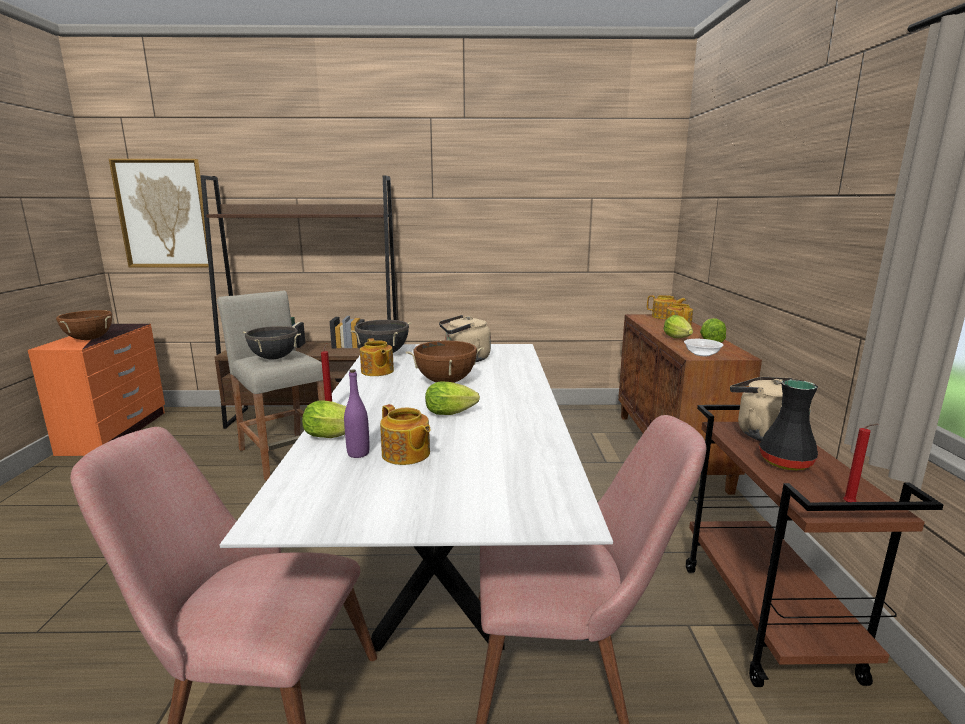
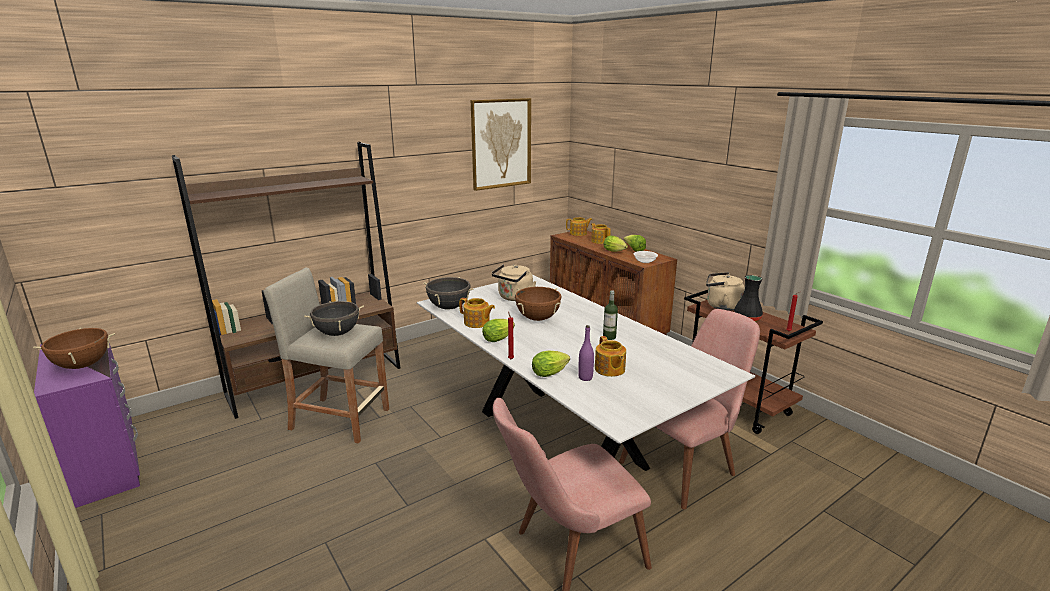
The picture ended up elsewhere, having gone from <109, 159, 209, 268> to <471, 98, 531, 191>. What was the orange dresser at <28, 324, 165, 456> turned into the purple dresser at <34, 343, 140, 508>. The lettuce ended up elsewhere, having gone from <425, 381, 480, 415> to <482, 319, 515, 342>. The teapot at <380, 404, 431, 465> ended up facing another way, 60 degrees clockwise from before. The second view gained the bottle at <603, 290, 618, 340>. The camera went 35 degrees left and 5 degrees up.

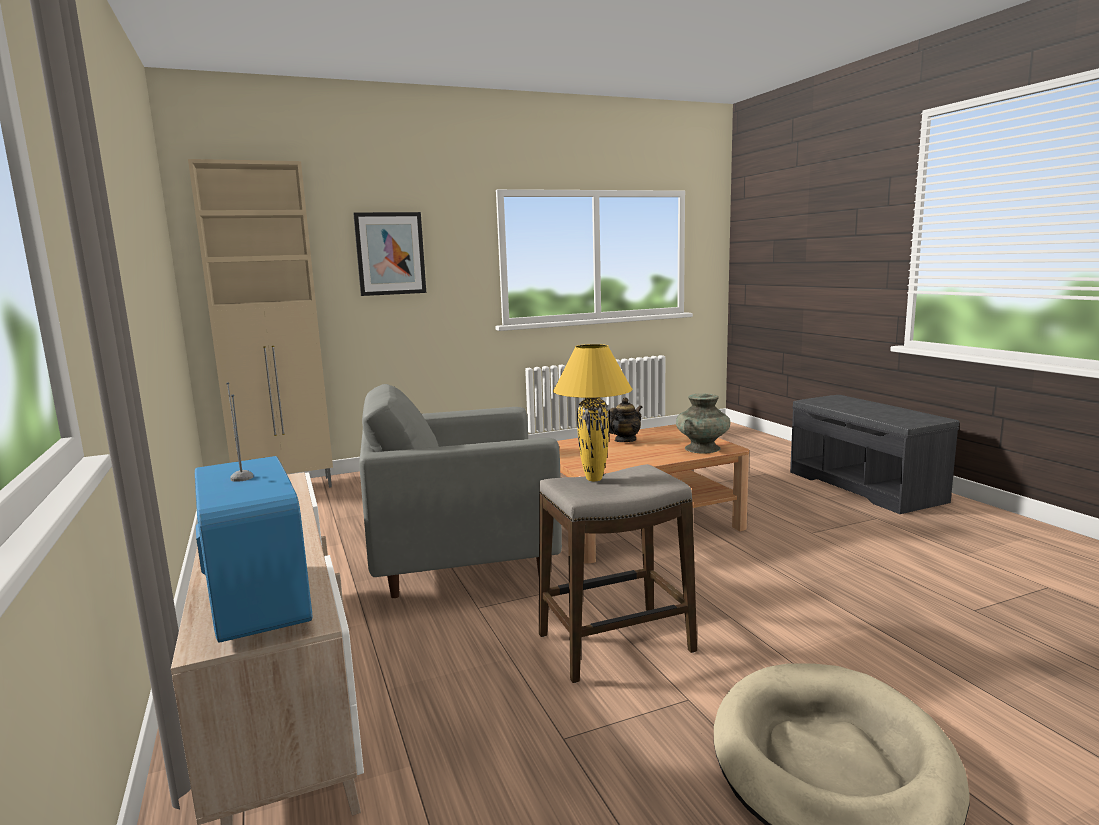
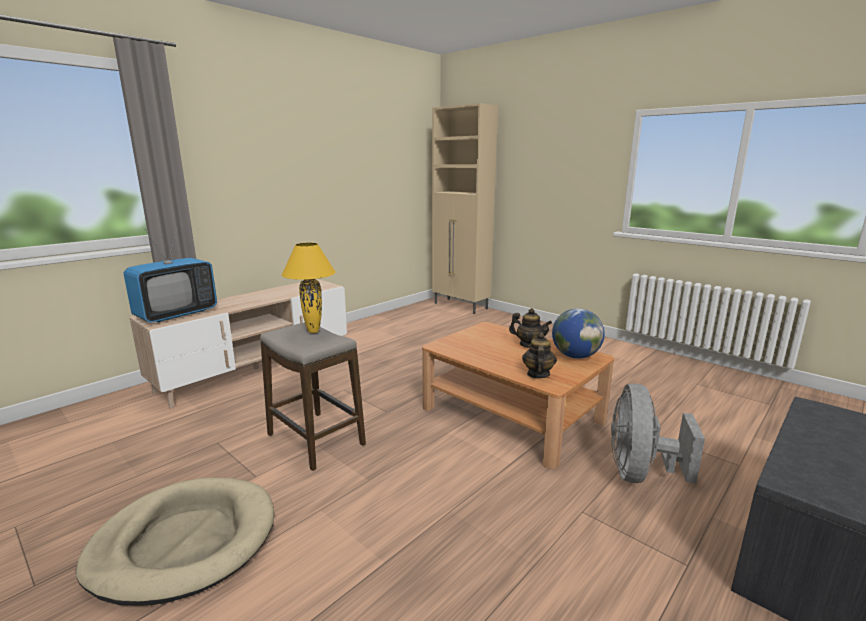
The second view lost the picture at <353, 212, 426, 296>. The second view lost the grey armchair at <359, 384, 562, 598>. Where the turquoise vase stood at <676, 393, 730, 454>, the teapot came to stand at <522, 332, 557, 379>. The second view gained the globe at <552, 308, 605, 359>. The second view gained the grey fan at <611, 384, 705, 483>. The camera went 65 degrees right and 5 degrees up.

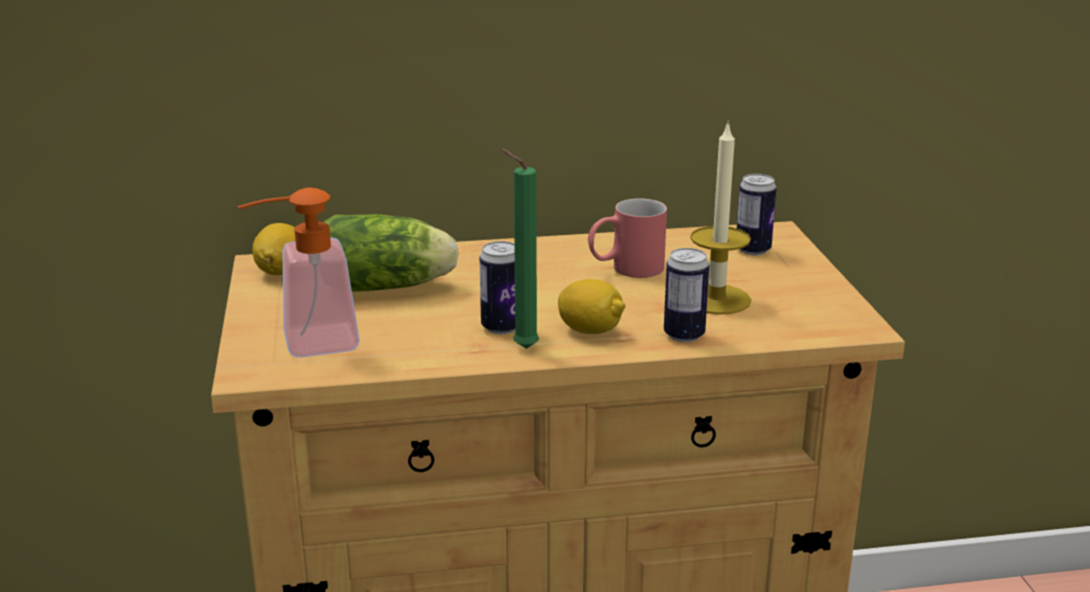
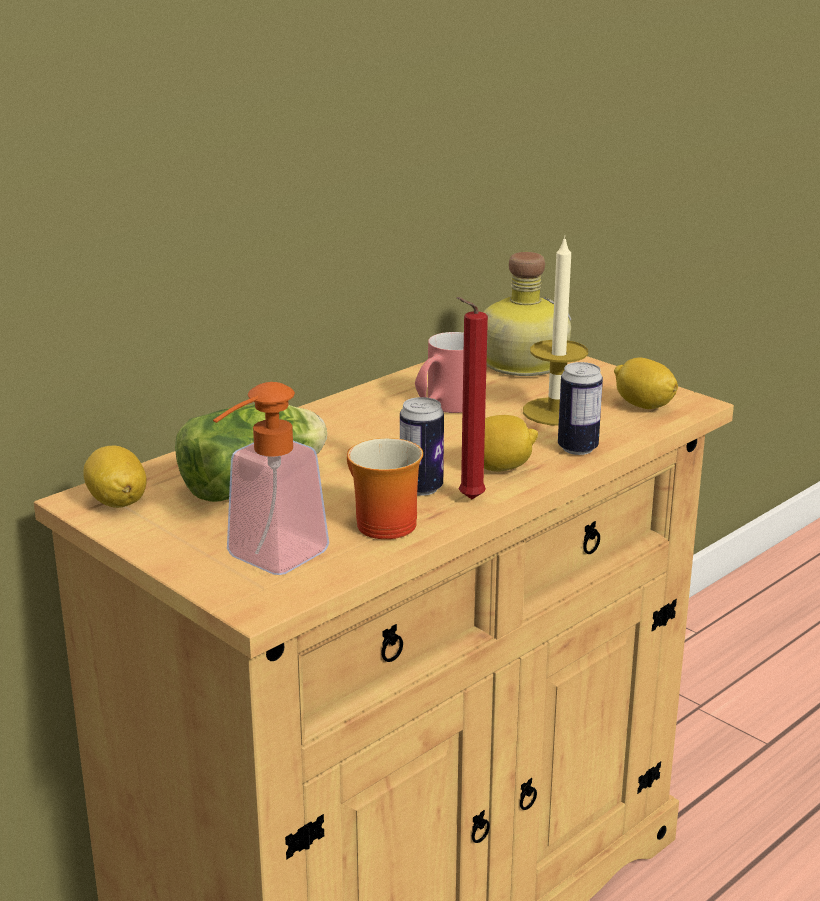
What was the green candle at <501, 149, 539, 349> turned into the red candle at <457, 297, 488, 499>. Where the can stood at <737, 174, 777, 255>, the bottle came to stand at <483, 252, 571, 376>. The second view gained the lemon at <614, 357, 678, 409>. The second view gained the mug at <347, 438, 423, 539>. The camera went 35 degrees left and 0 degrees up.

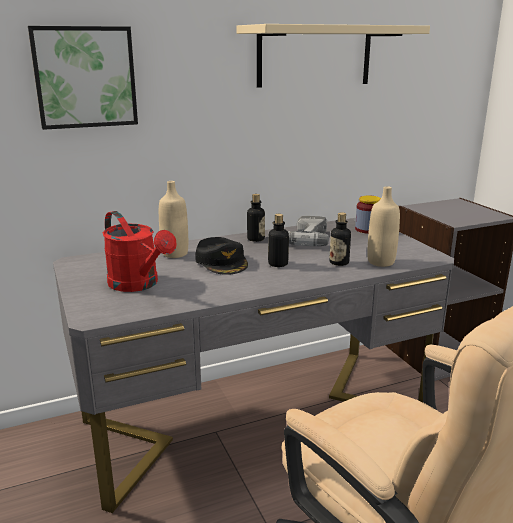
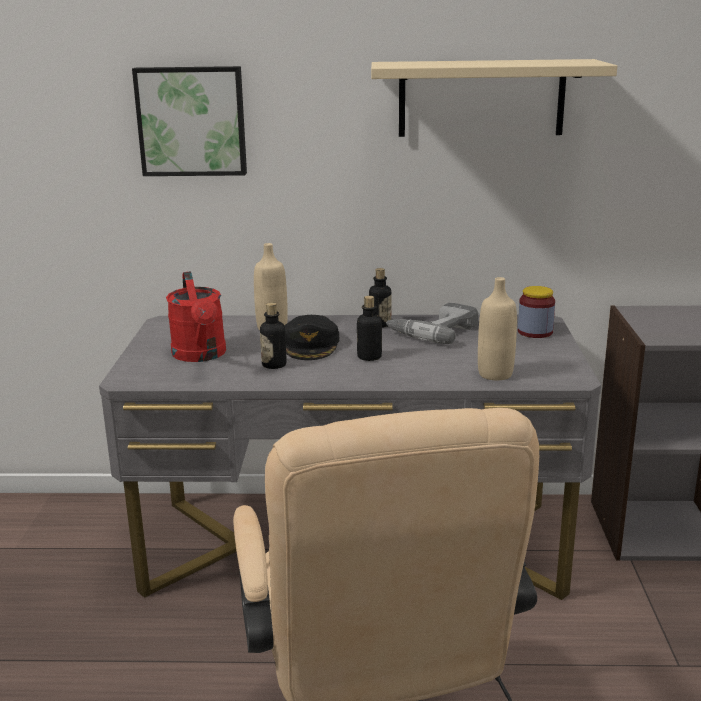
The bottle ended up elsewhere, having gone from <329, 212, 351, 266> to <260, 303, 287, 369>. The camera went 25 degrees right and 0 degrees up.

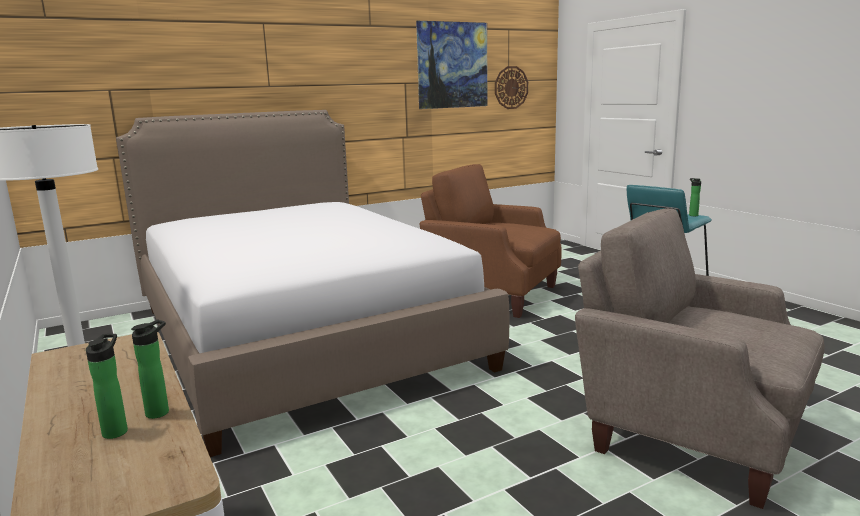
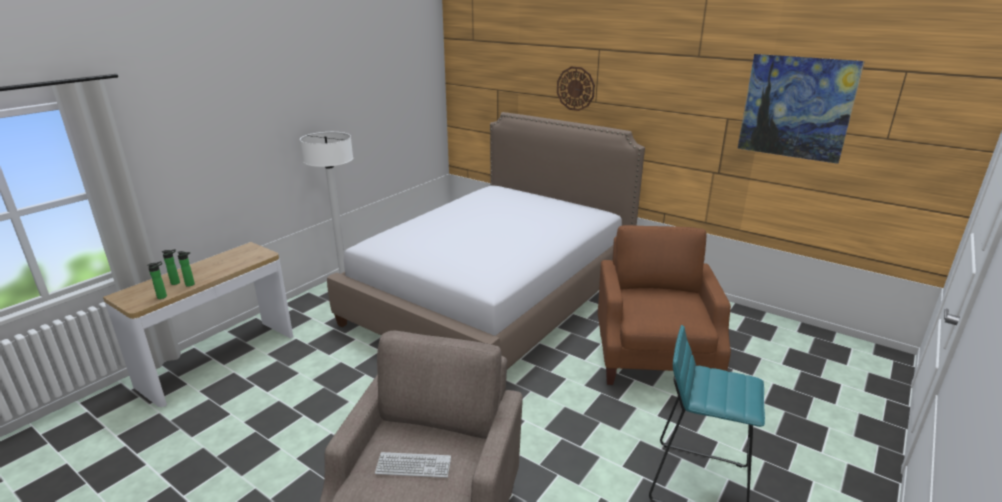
The wall clock ended up elsewhere, having gone from <495, 66, 528, 109> to <557, 66, 595, 111>. The bottle ended up elsewhere, having gone from <689, 178, 701, 216> to <148, 261, 167, 299>. The second view gained the keyboard at <375, 452, 451, 478>. The camera went 65 degrees right and 10 degrees up.

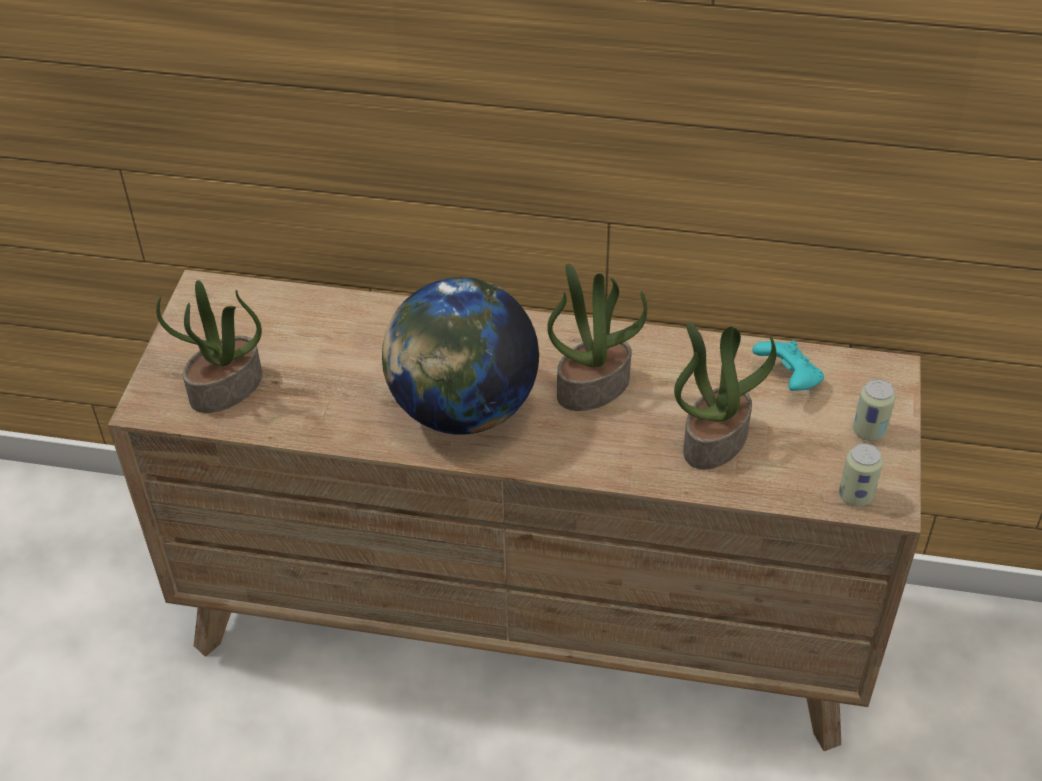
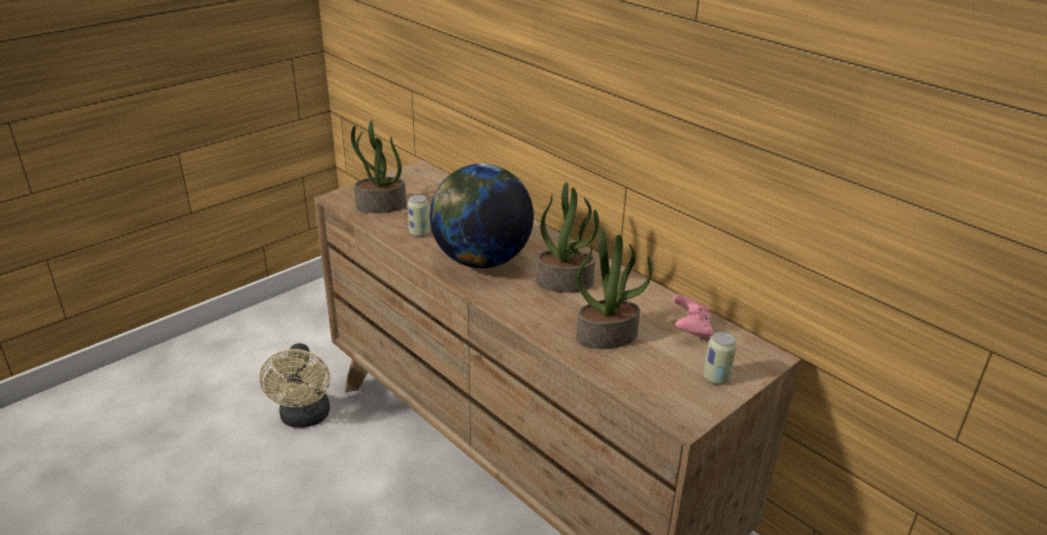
What was the turquoise game controller at <752, 340, 824, 391> turned into the pink game controller at <673, 294, 713, 341>. The can ended up elsewhere, having gone from <839, 443, 883, 507> to <407, 195, 430, 237>. The second view gained the beige fan at <259, 343, 330, 428>. The camera went 35 degrees right and 15 degrees down.

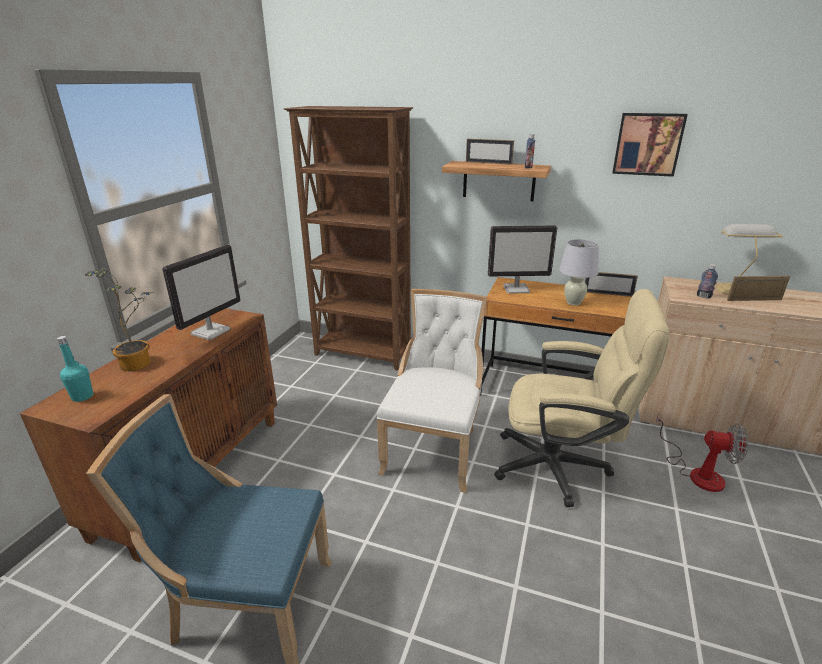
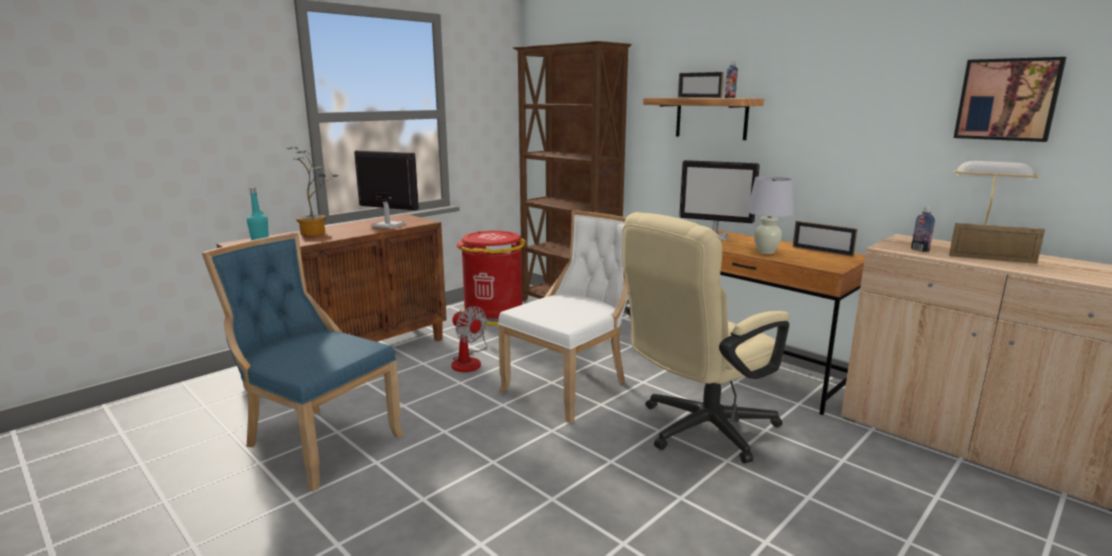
The picture ended up elsewhere, having gone from <612, 113, 688, 177> to <954, 57, 1067, 142>. The monitor at <162, 245, 241, 340> ended up facing another way, 120 degrees counterclockwise from before. The beige office chair at <494, 289, 669, 507> ended up facing another way, 105 degrees clockwise from before. The fan ended up elsewhere, having gone from <656, 413, 749, 492> to <451, 306, 488, 372>. The second view gained the red trash can at <456, 231, 526, 325>. The camera went 25 degrees right and 10 degrees down.

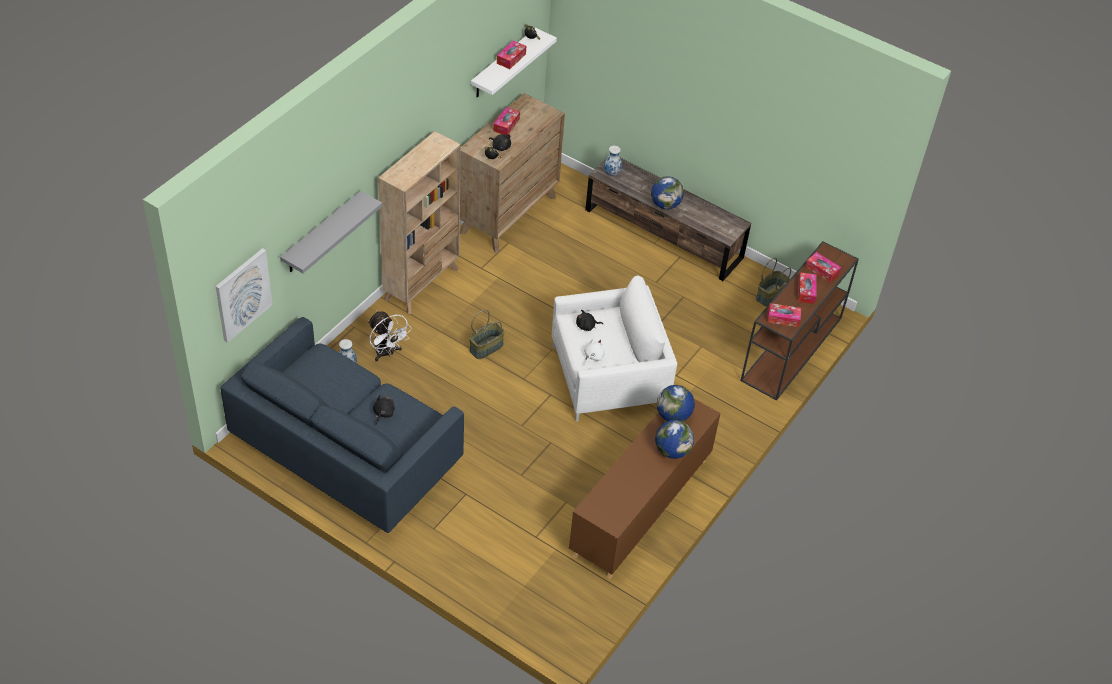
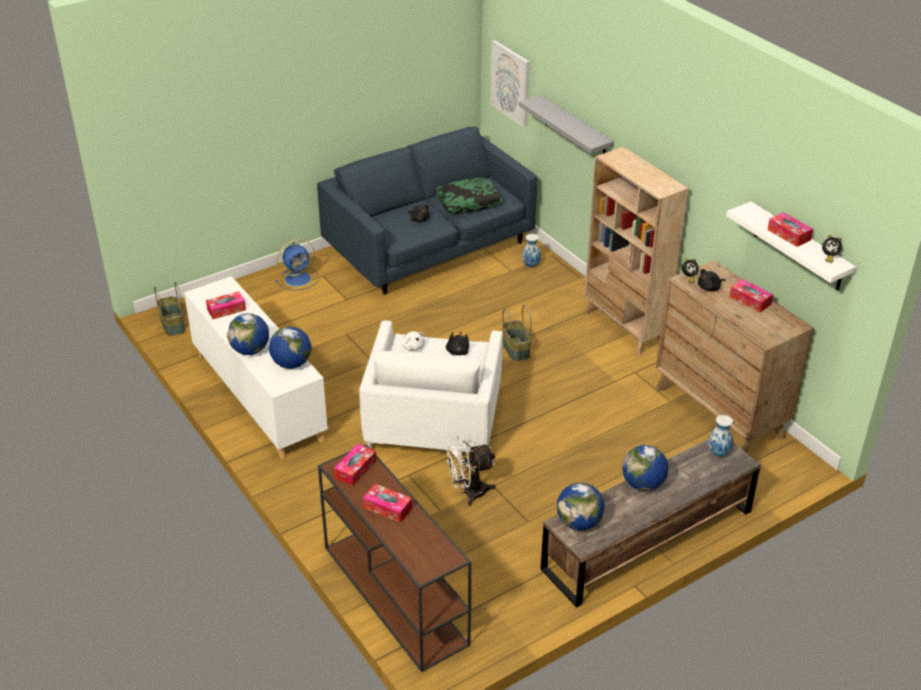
The tissue box ended up elsewhere, having gone from <805, 252, 841, 283> to <206, 291, 246, 319>. The basket ended up elsewhere, having gone from <756, 258, 791, 307> to <154, 282, 185, 336>. The white fan ended up elsewhere, having gone from <368, 311, 412, 362> to <445, 434, 496, 506>. What was the brown cabinet at <569, 399, 721, 579> turned into the white cabinet at <184, 276, 328, 459>. The second view gained the pillow at <434, 178, 503, 214>. The second view gained the blue fan at <275, 239, 319, 291>. The second view gained the globe at <557, 482, 605, 530>. The camera went 115 degrees right and 10 degrees down.

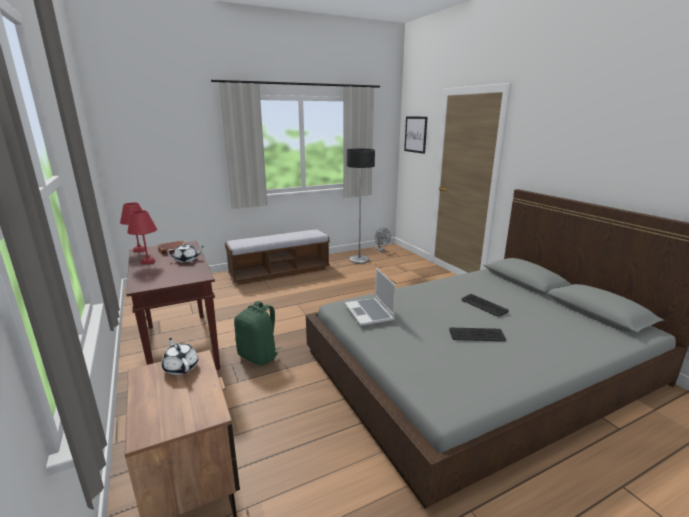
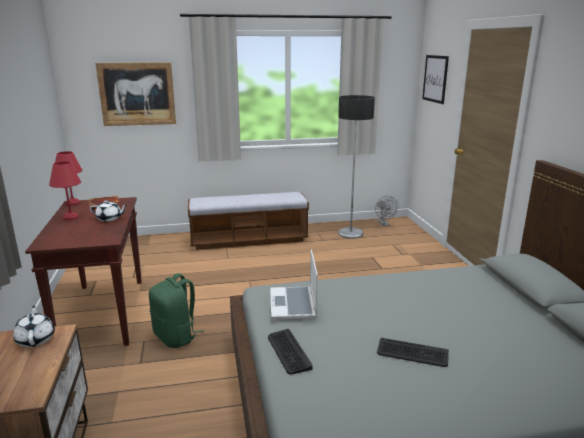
The keyboard ended up elsewhere, having gone from <461, 294, 508, 317> to <268, 329, 313, 375>. The second view gained the picture at <96, 62, 176, 126>. The camera went 15 degrees right and 0 degrees up.

